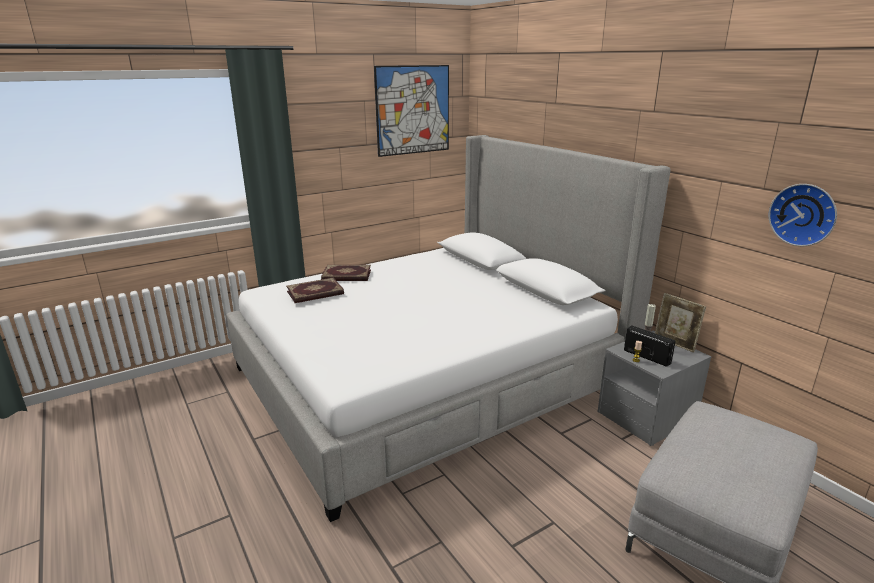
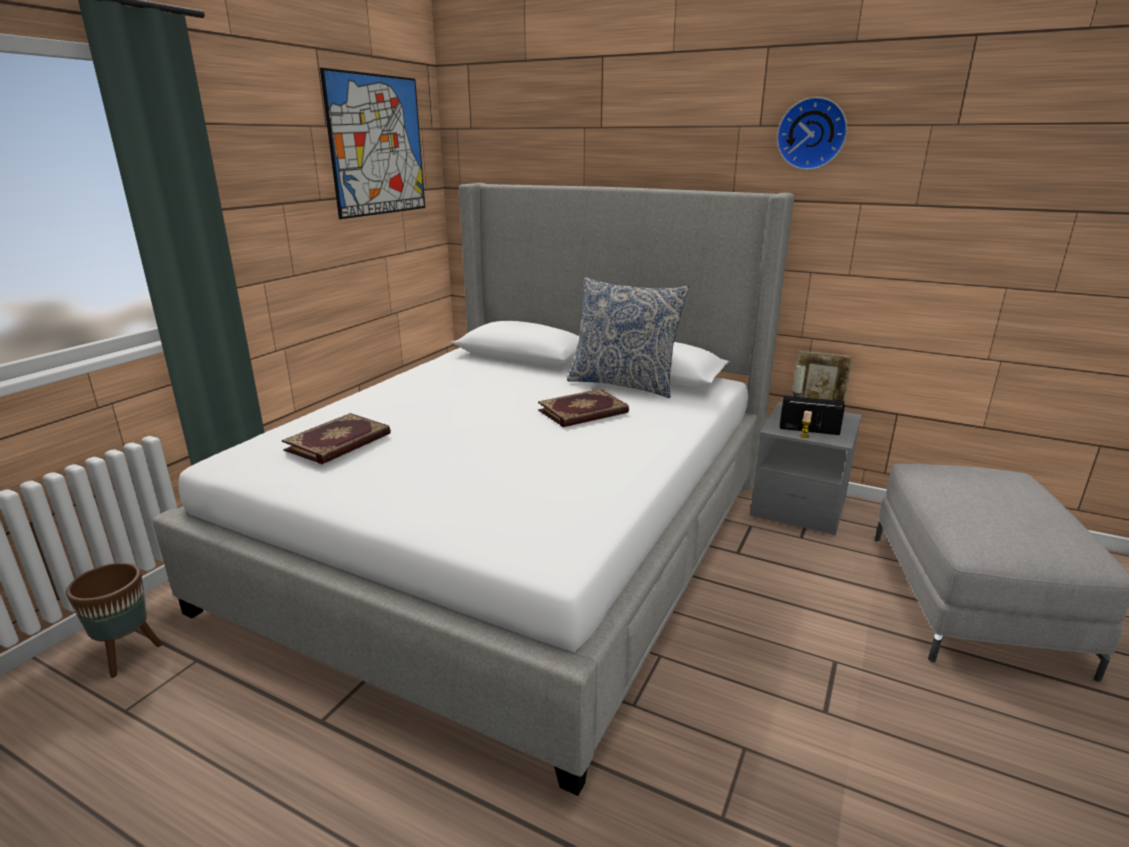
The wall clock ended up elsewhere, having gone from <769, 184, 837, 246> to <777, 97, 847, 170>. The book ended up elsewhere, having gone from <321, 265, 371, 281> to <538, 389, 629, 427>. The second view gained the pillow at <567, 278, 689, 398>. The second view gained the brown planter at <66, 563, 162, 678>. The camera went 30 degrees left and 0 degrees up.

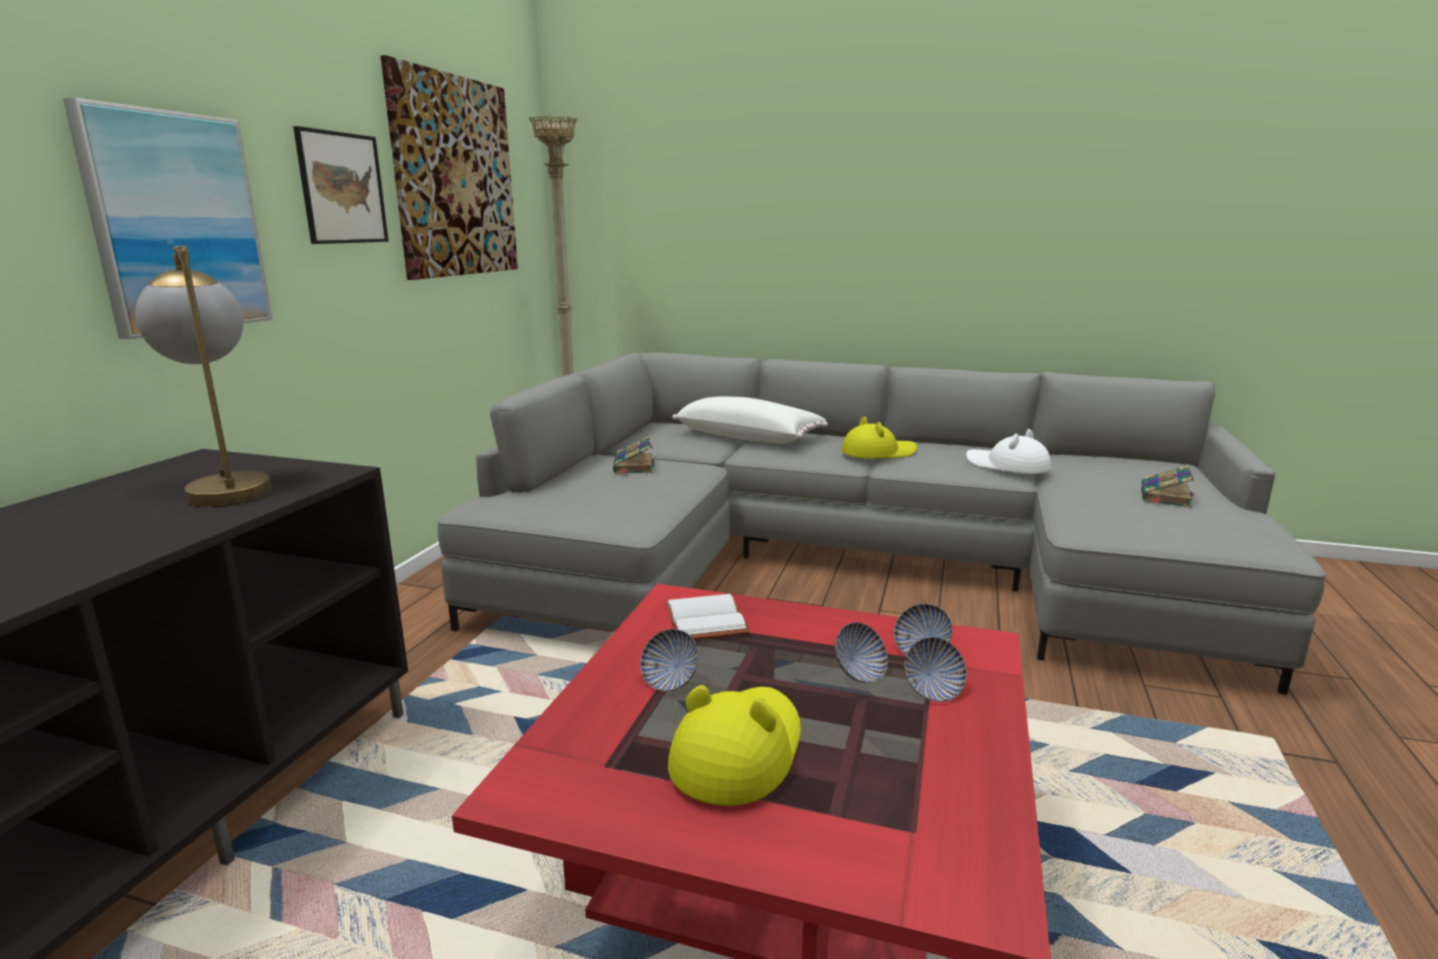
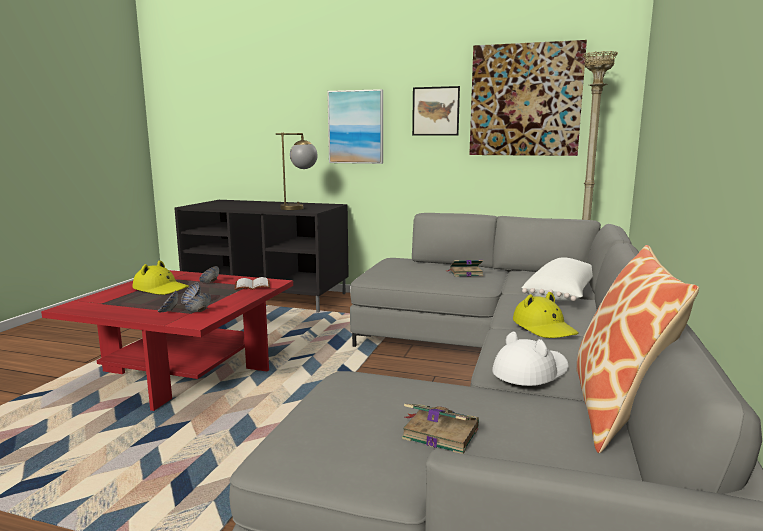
The second view gained the pillow at <577, 245, 699, 453>. The camera went 90 degrees right and 5 degrees down.

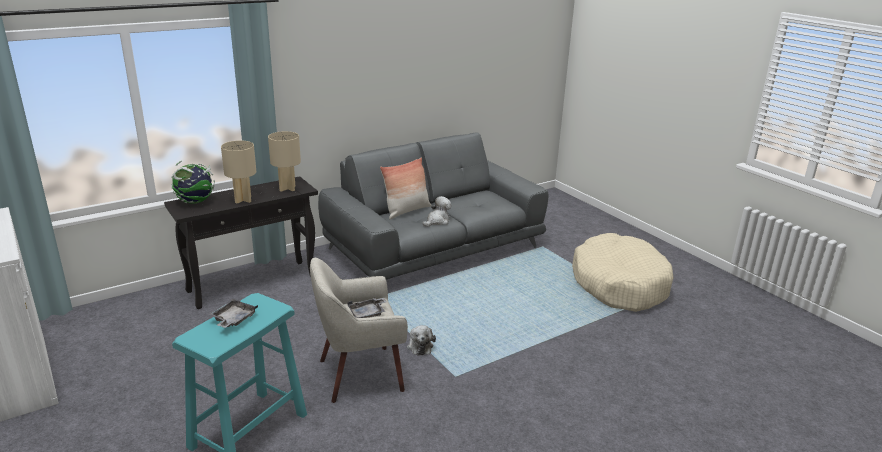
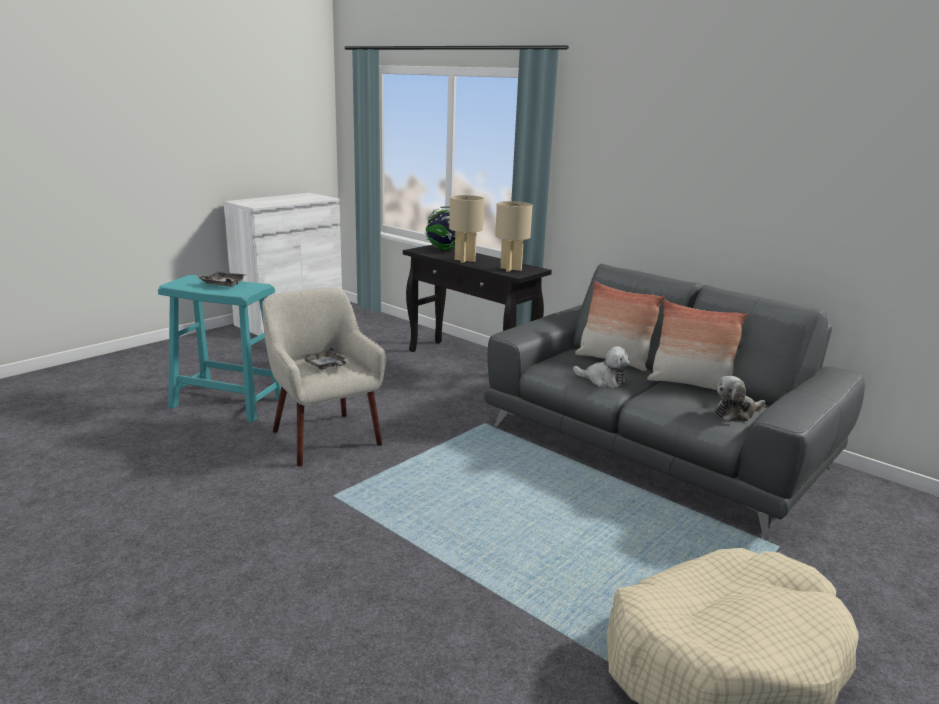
The plush toy ended up elsewhere, having gone from <407, 325, 436, 355> to <714, 376, 765, 422>. The second view gained the pillow at <647, 300, 748, 391>. The camera went 75 degrees right and 5 degrees down.

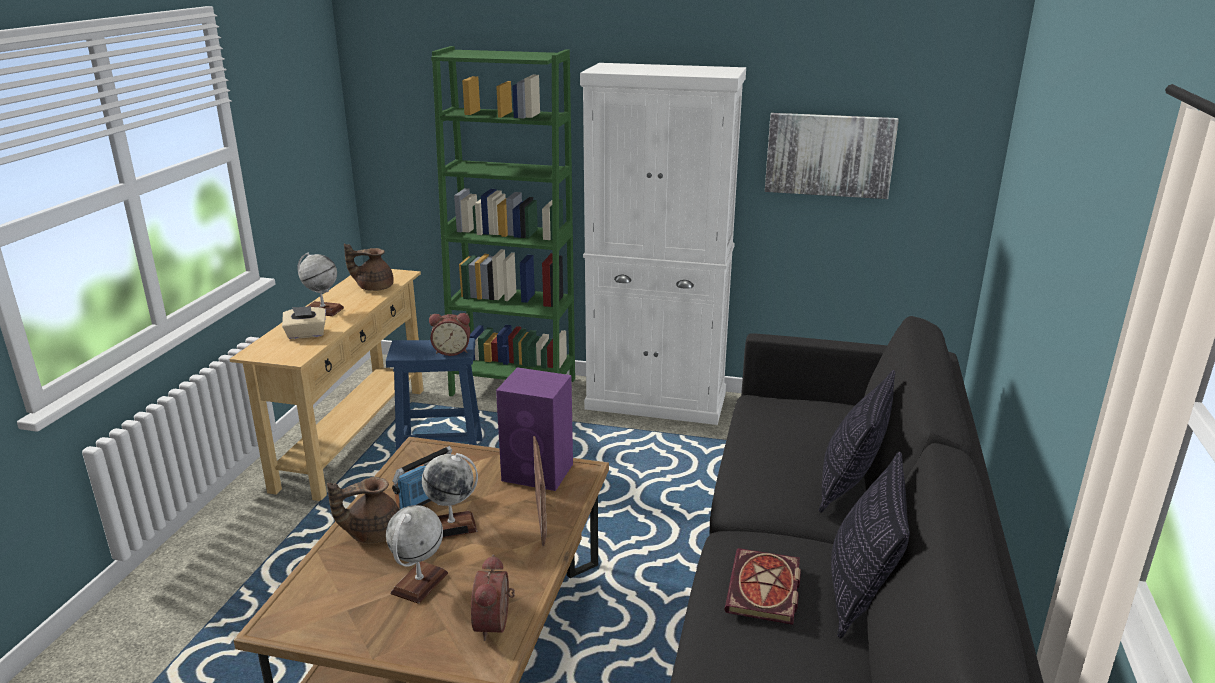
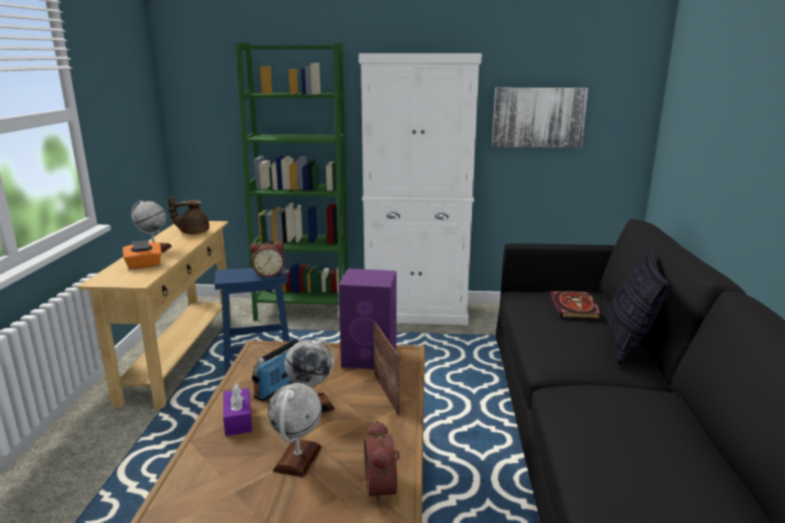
What was the beige tissue box at <282, 306, 326, 339> turned into the orange tissue box at <123, 240, 162, 269>. The second view lost the pillow at <831, 451, 910, 638>. Where the brown teapot stood at <327, 477, 399, 543>, the purple tissue box came to stand at <223, 383, 252, 436>. The book ended up elsewhere, having gone from <725, 548, 801, 625> to <550, 291, 602, 319>. The camera went 10 degrees left and 5 degrees down.

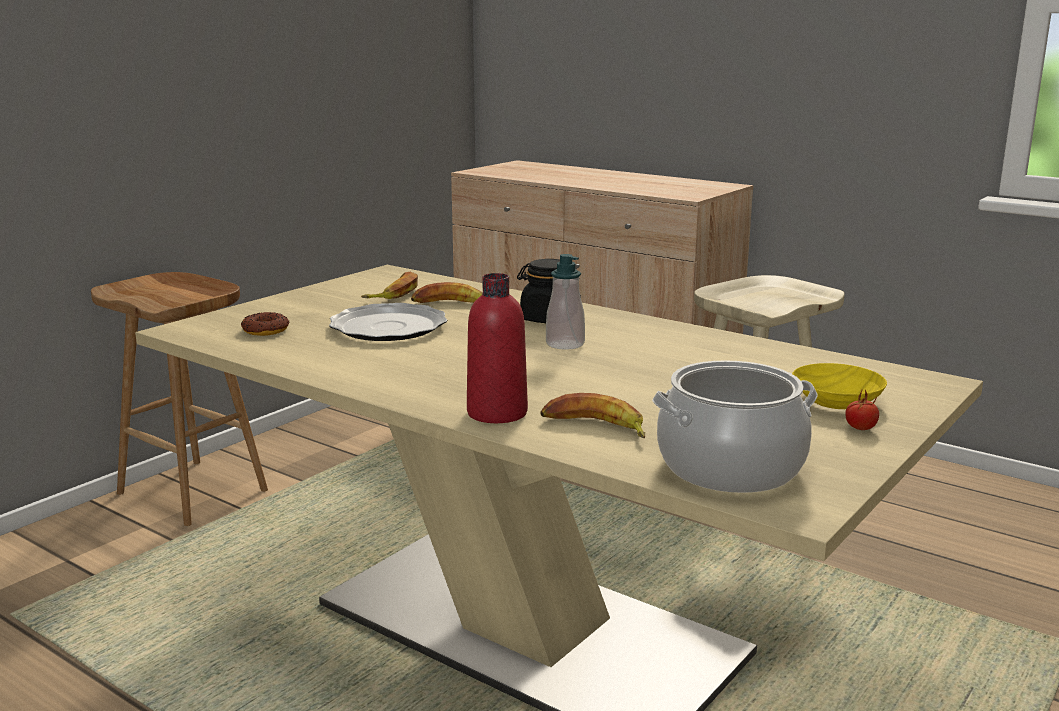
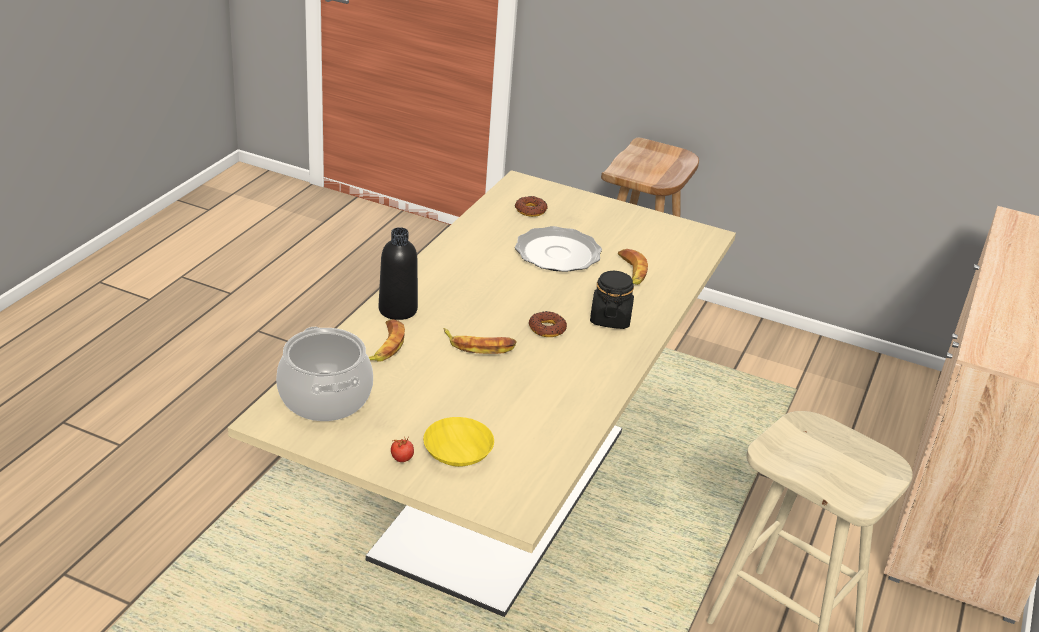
Where the soap dispenser stood at <546, 254, 585, 350>, the donut came to stand at <529, 311, 567, 337>. The banana ended up elsewhere, having gone from <361, 272, 418, 299> to <444, 328, 516, 354>. What was the red bottle at <467, 273, 528, 423> turned into the black bottle at <379, 227, 418, 320>. The camera went 75 degrees right and 15 degrees up.

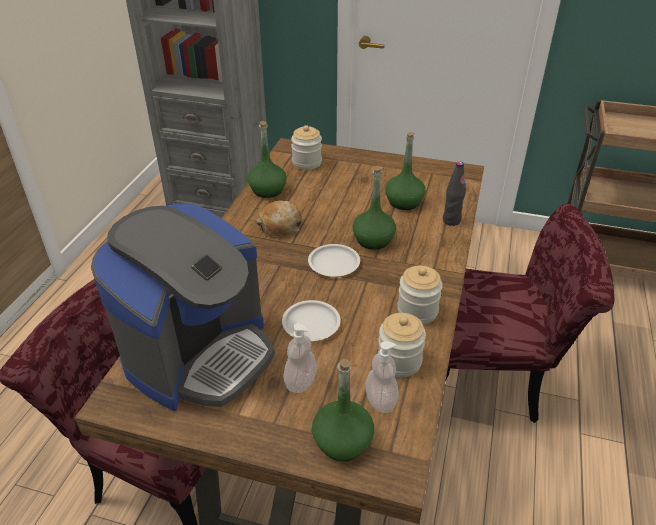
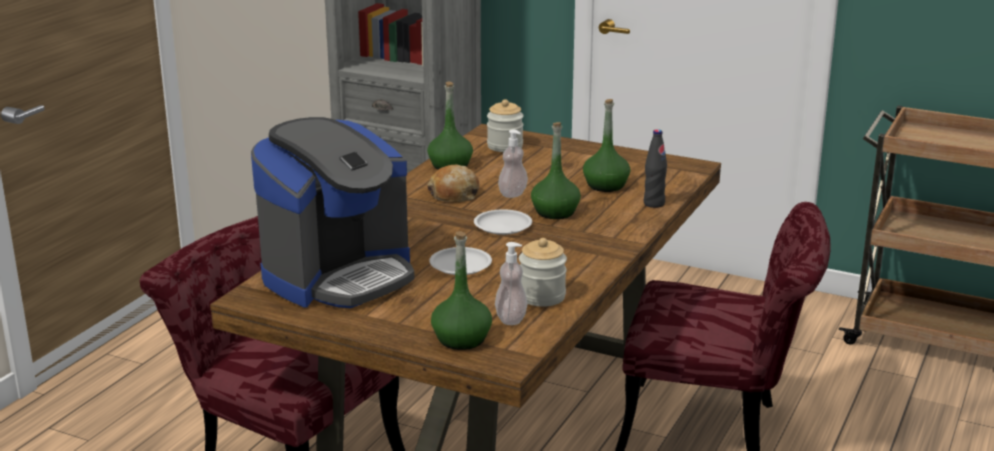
The second view lost the jar at <397, 266, 443, 324>. The soap dispenser ended up elsewhere, having gone from <283, 323, 317, 393> to <498, 129, 528, 198>. The camera went 10 degrees right and 15 degrees down.

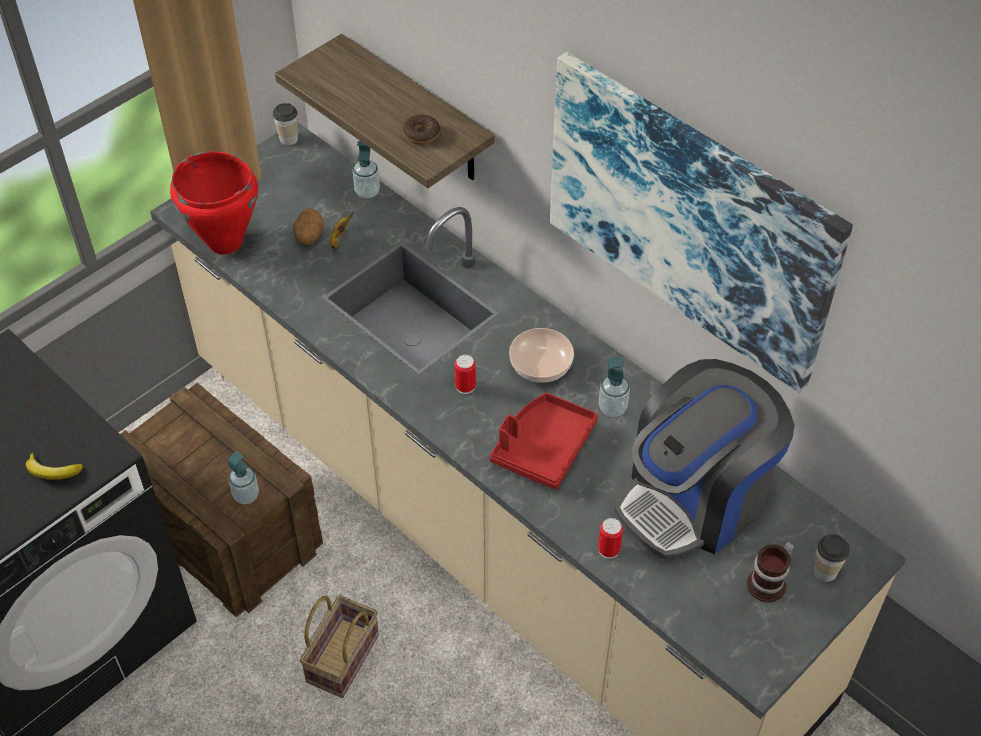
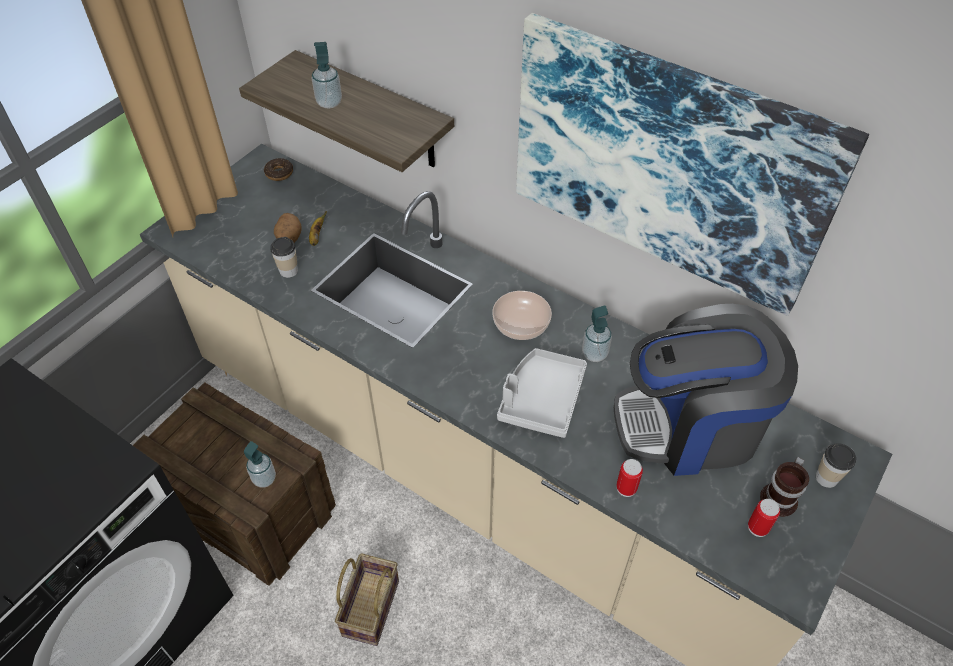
The cup ended up elsewhere, having gone from <273, 103, 298, 145> to <270, 237, 298, 278>. The donut ended up elsewhere, having gone from <402, 115, 441, 145> to <264, 158, 293, 181>. The soap dispenser ended up elsewhere, having gone from <352, 141, 380, 198> to <312, 42, 342, 108>. The second view lost the red cooking pot at <170, 151, 258, 254>. The can ended up elsewhere, having gone from <455, 355, 476, 394> to <748, 499, 780, 537>. The coffee machine at <614, 359, 795, 560> ended up facing another way, 45 degrees clockwise from before. What was the red tray at <490, 393, 598, 489> turned into the grey tray at <497, 348, 587, 438>. The second view lost the banana at <26, 453, 83, 480>. The camera went 10 degrees left and 0 degrees up.

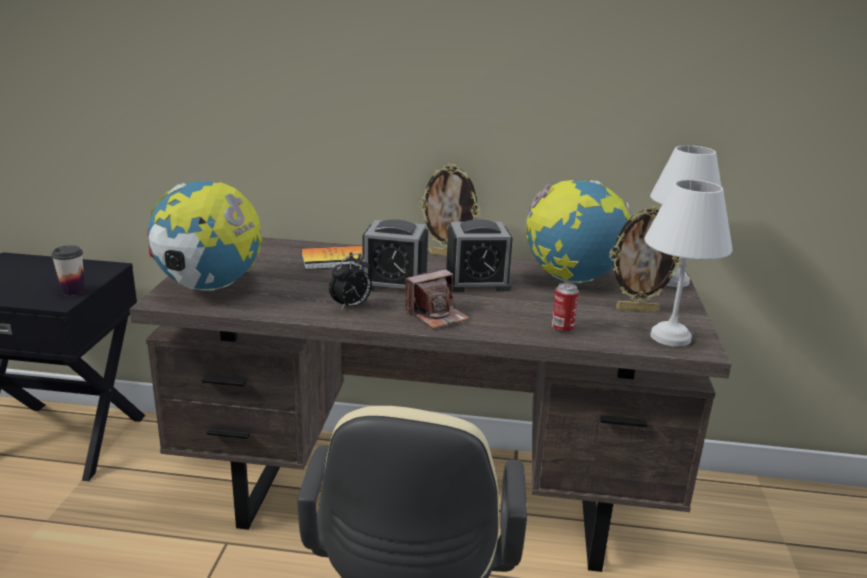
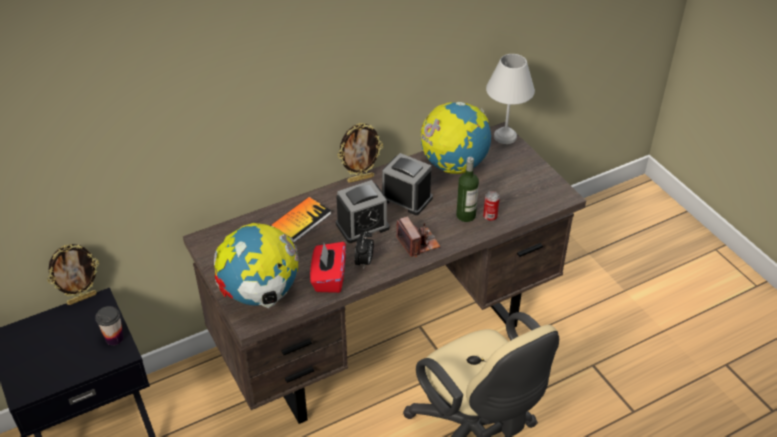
The second view lost the white table lamp at <644, 180, 733, 347>. The picture frame ended up elsewhere, having gone from <609, 206, 682, 312> to <47, 244, 99, 305>. The alarm clock at <446, 219, 513, 292> ended up facing another way, 105 degrees counterclockwise from before. The photo camera at <405, 268, 470, 329> ended up facing another way, 45 degrees counterclockwise from before. The second view gained the bottle at <456, 157, 479, 222>. The second view gained the red tissue box at <310, 242, 346, 293>. The camera went 35 degrees left and 20 degrees up.

